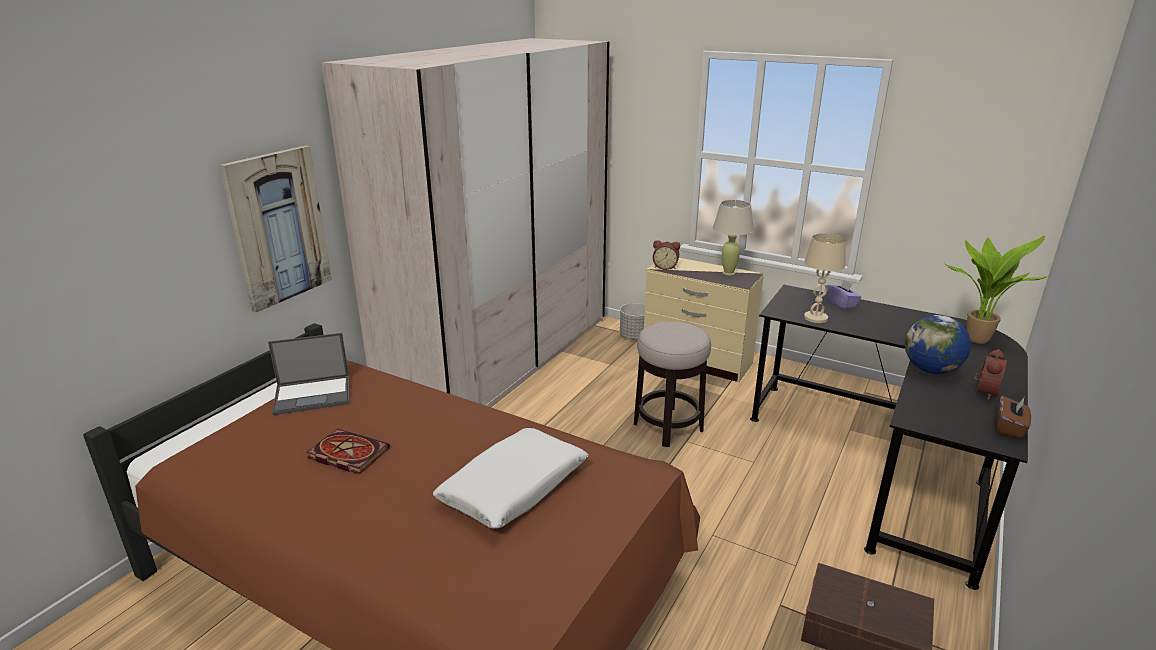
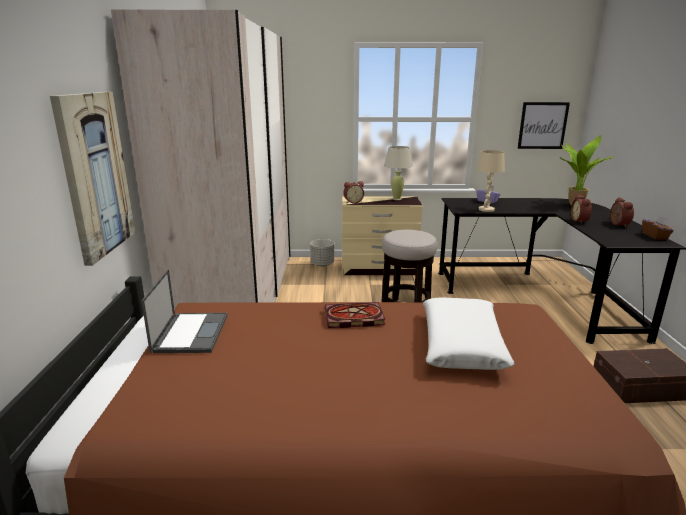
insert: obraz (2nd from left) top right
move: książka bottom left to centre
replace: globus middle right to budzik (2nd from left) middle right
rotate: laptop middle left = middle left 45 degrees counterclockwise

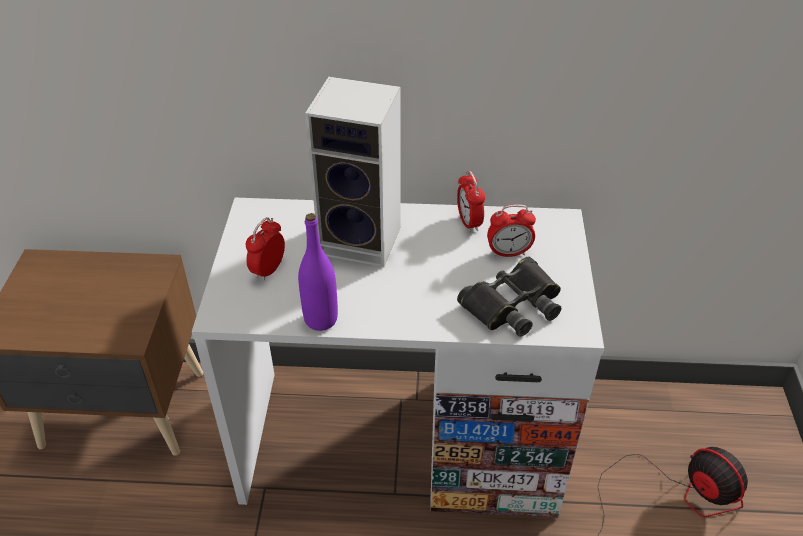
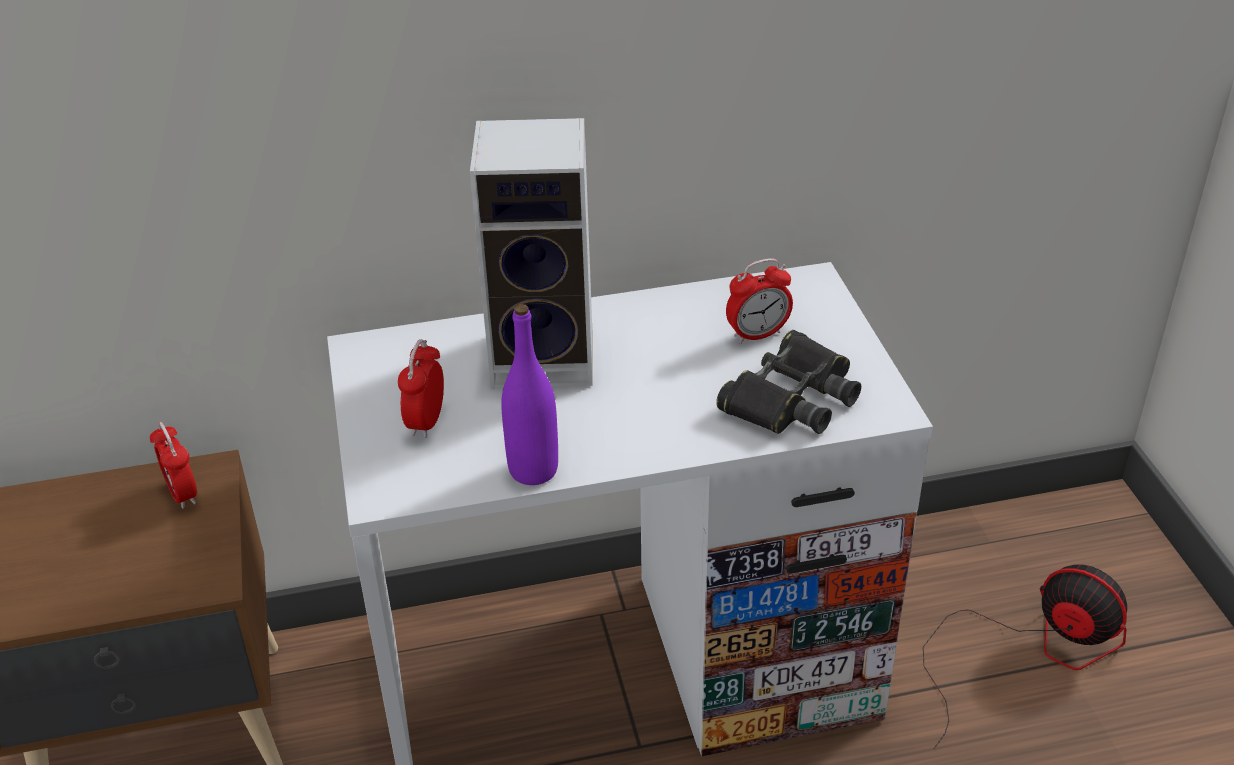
move: budzik (2nd from left in the first image) centre to budzik (1st from left) middle left

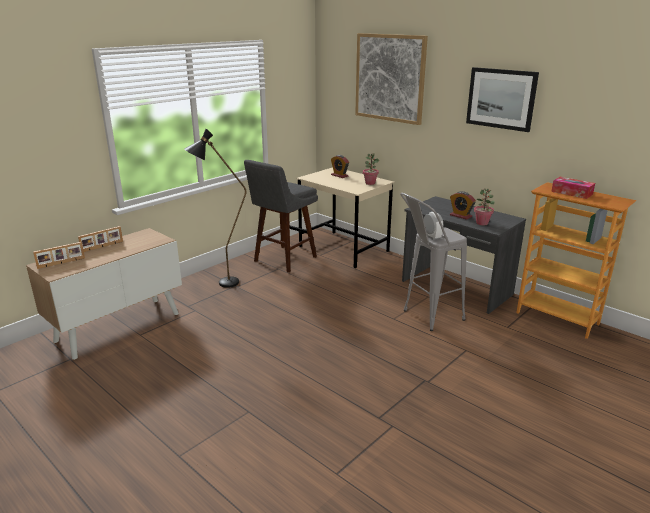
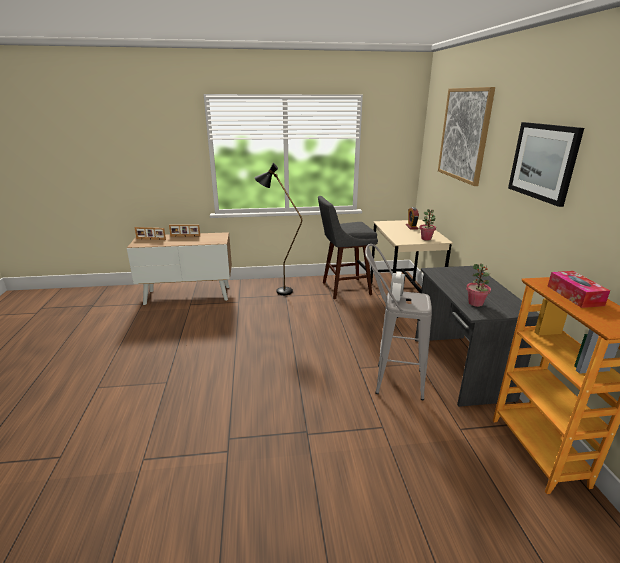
delete: budzik (3rd from left) middle right

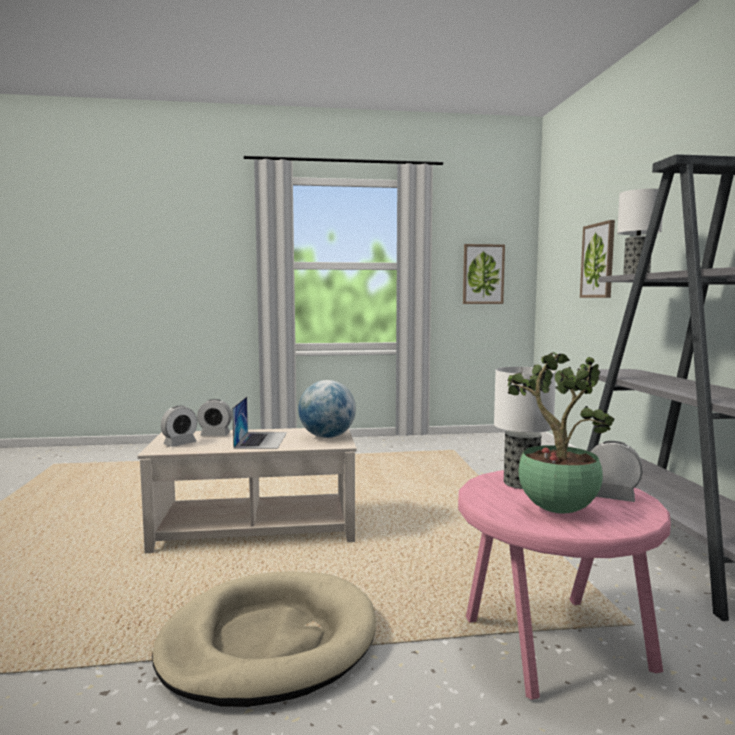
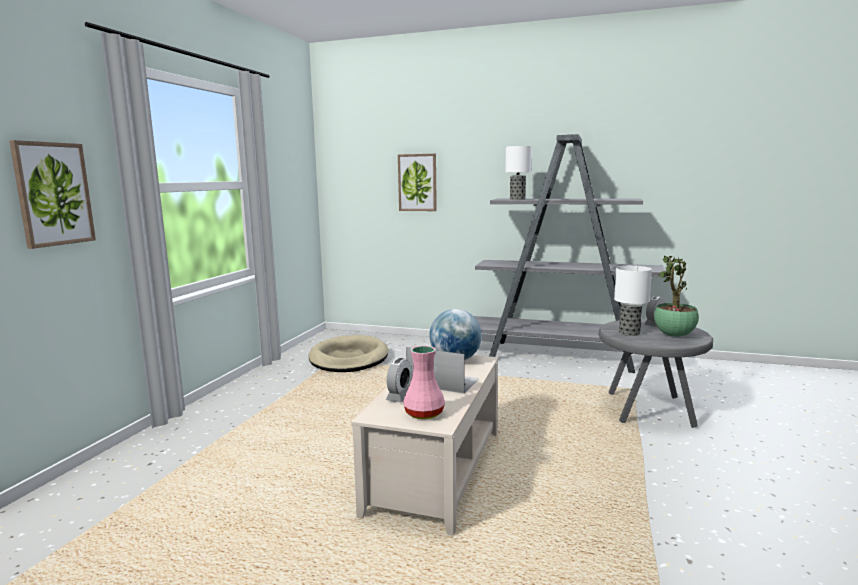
move: legowisko/beżowy bottom centre to centre; obraz (1st from left) centre to top left
replace: budzik (1st from left) middle left to wazon/różowy centre
recolor: stolik/różowy bottom right to stolik/szary middle right

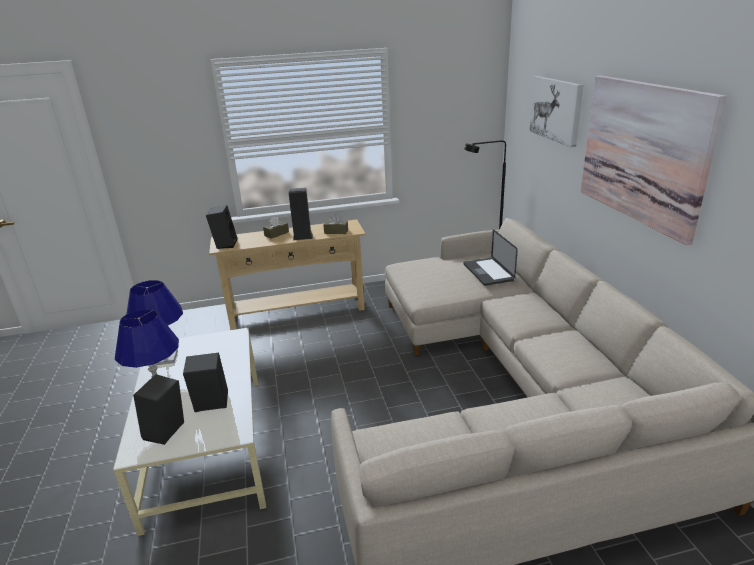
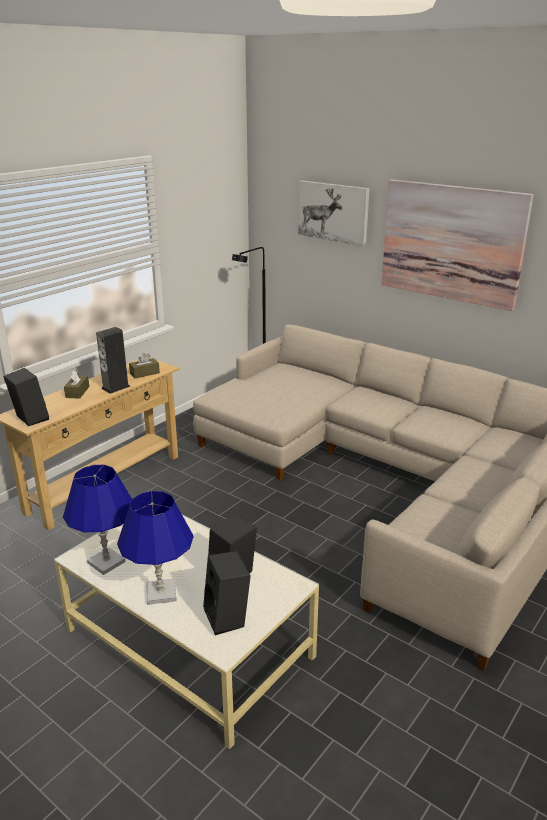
delete: laptop centre

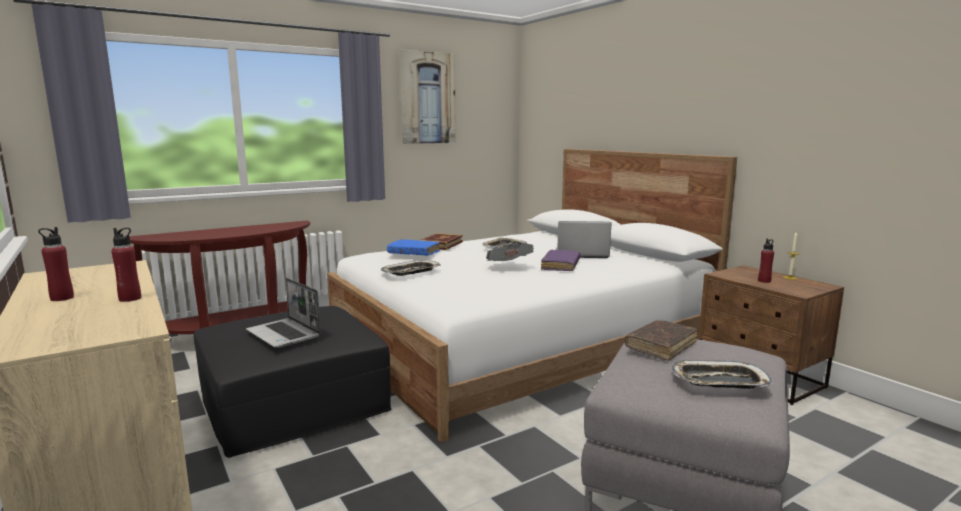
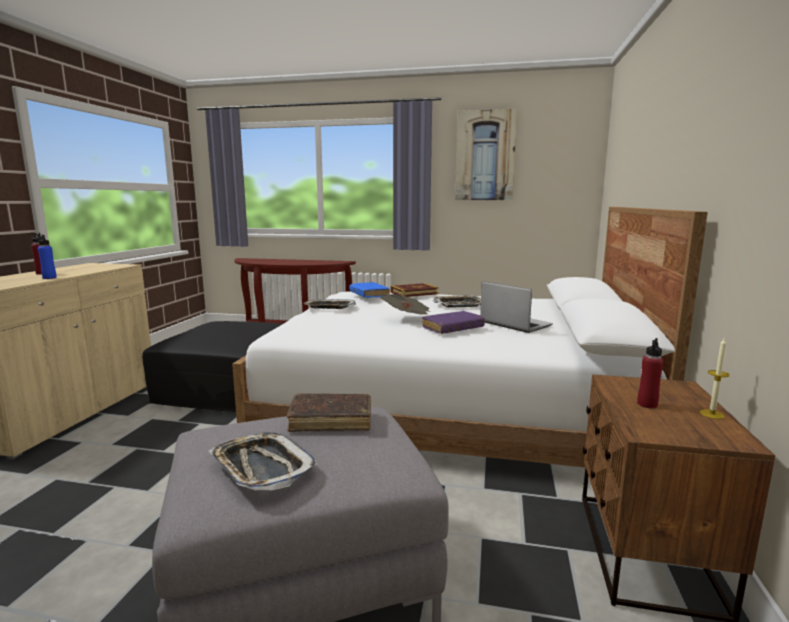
delete: laptop (1st from left) middle left
recolor: butelka/czerwony (2nd from left) middle left to butelka/niebieski middle left

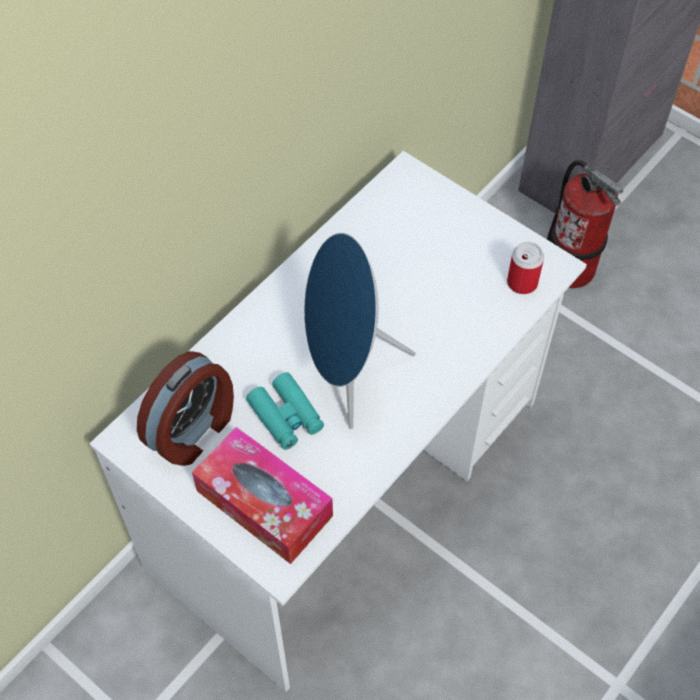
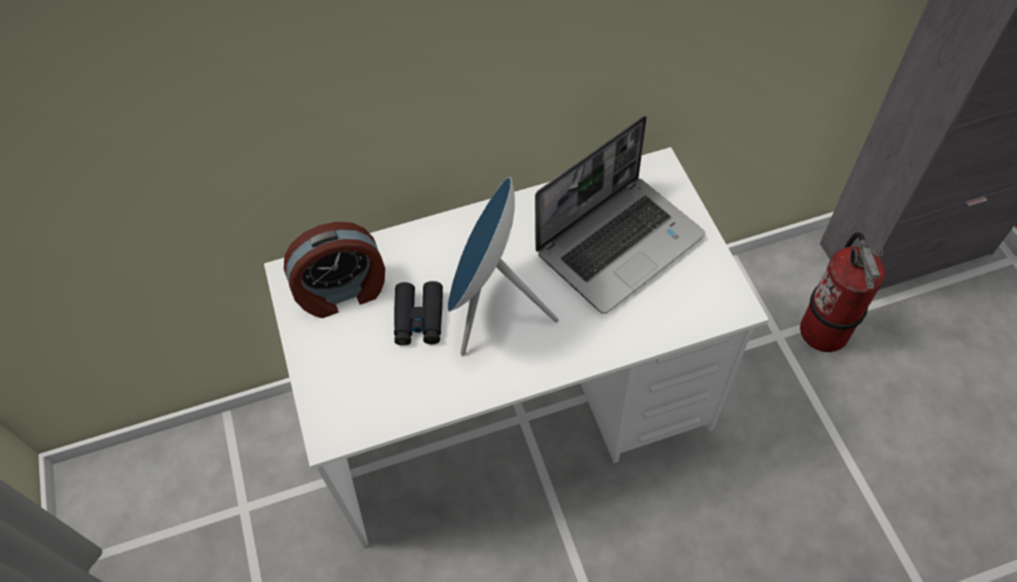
delete: pudełko chusteczek bottom centre; puszka middle right
insert: laptop centre
recolor: lornetka/turkusowy centre to lornetka/czarny centre

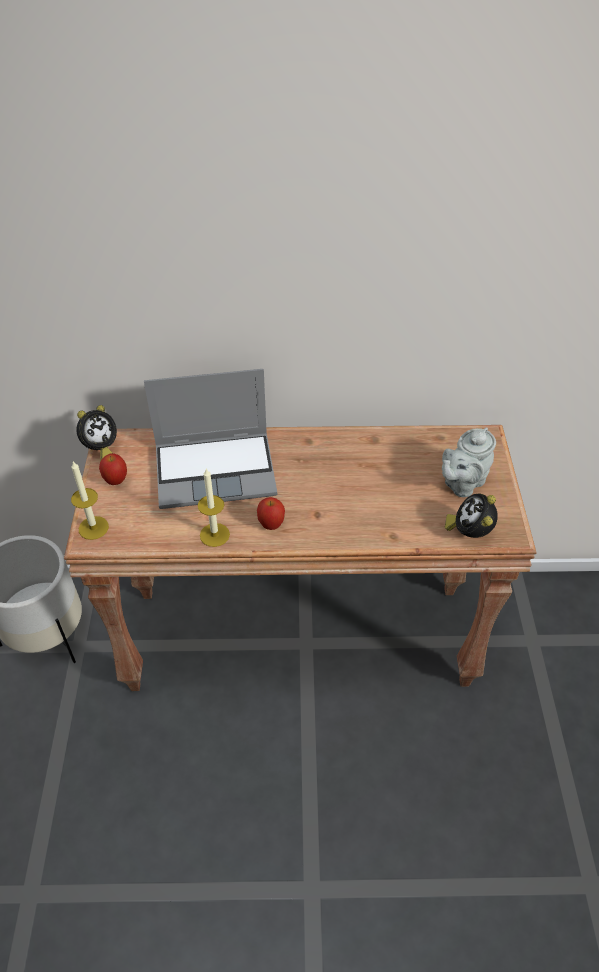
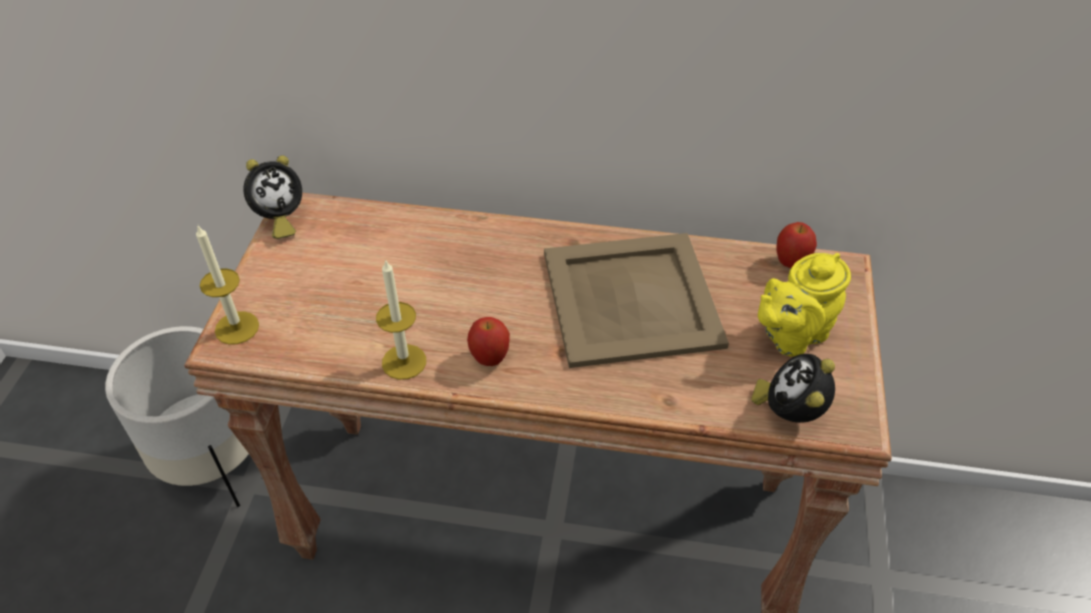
delete: laptop centre
insert: taca/beżowy centre
move: jabłko (1st from left in the first image) middle left to jabłko (2nd from left) middle right
recolor: imbryk/szary middle right to imbryk/żółty middle right

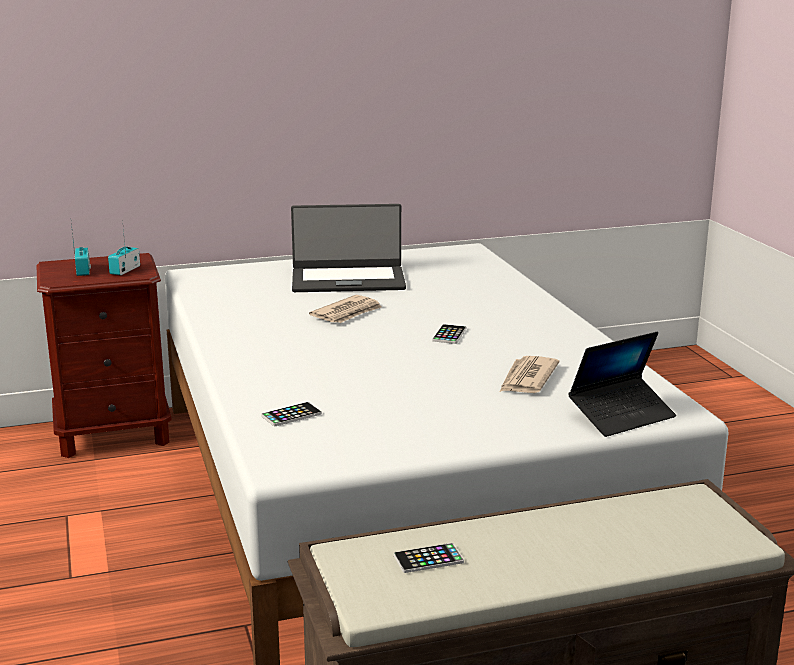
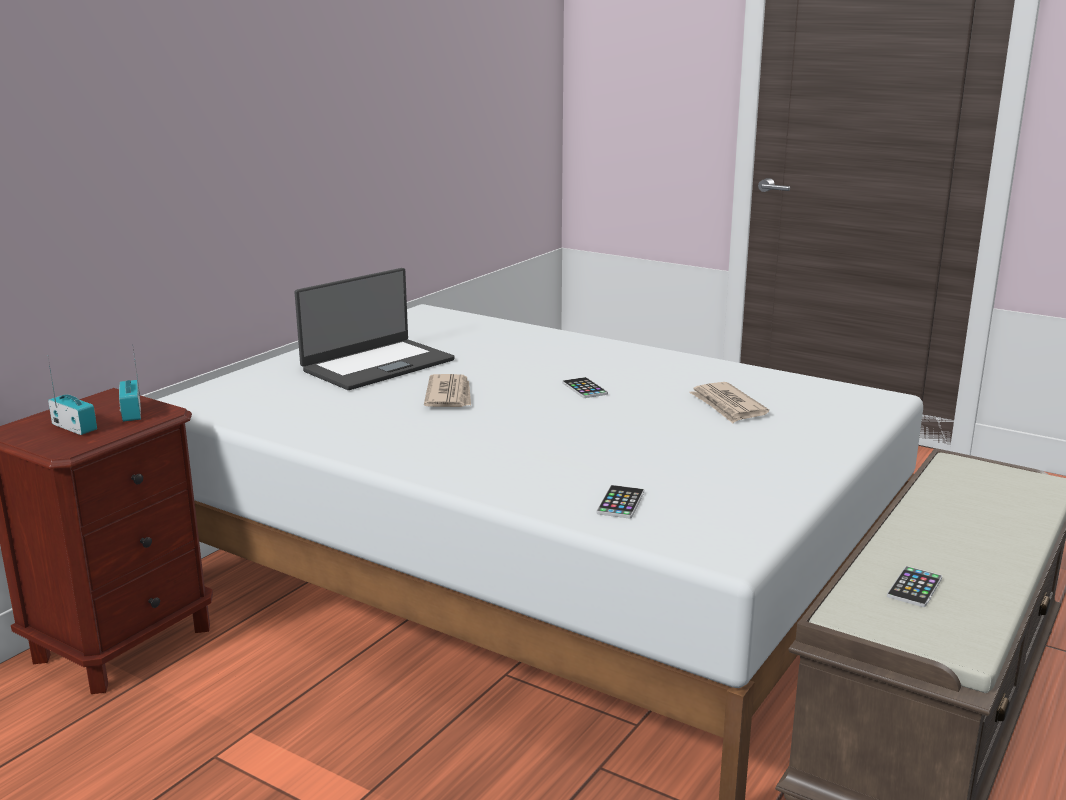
delete: laptop (2nd from left) middle right

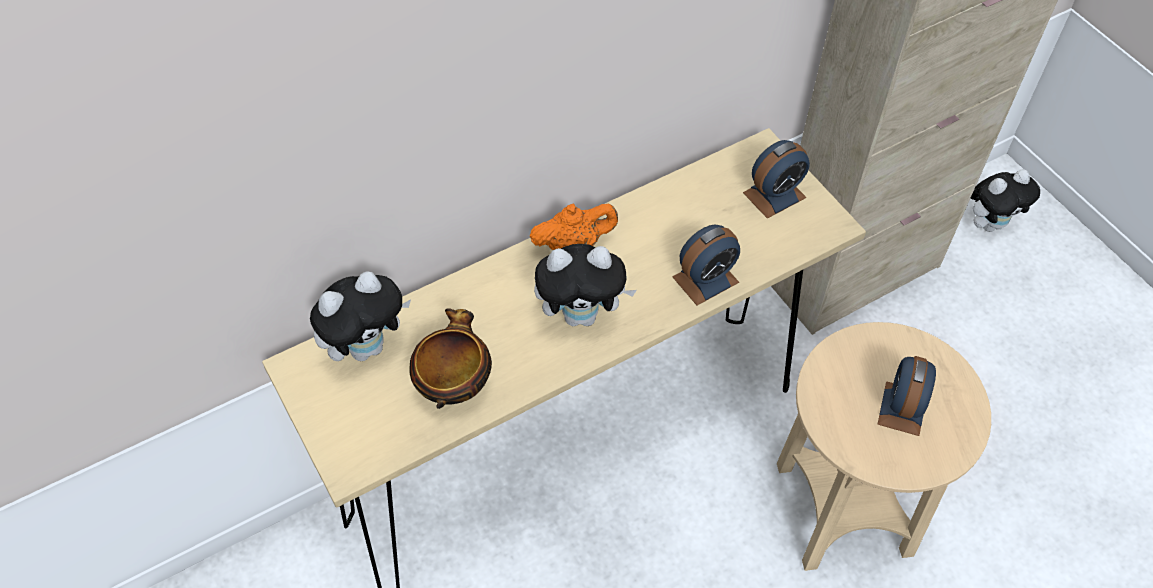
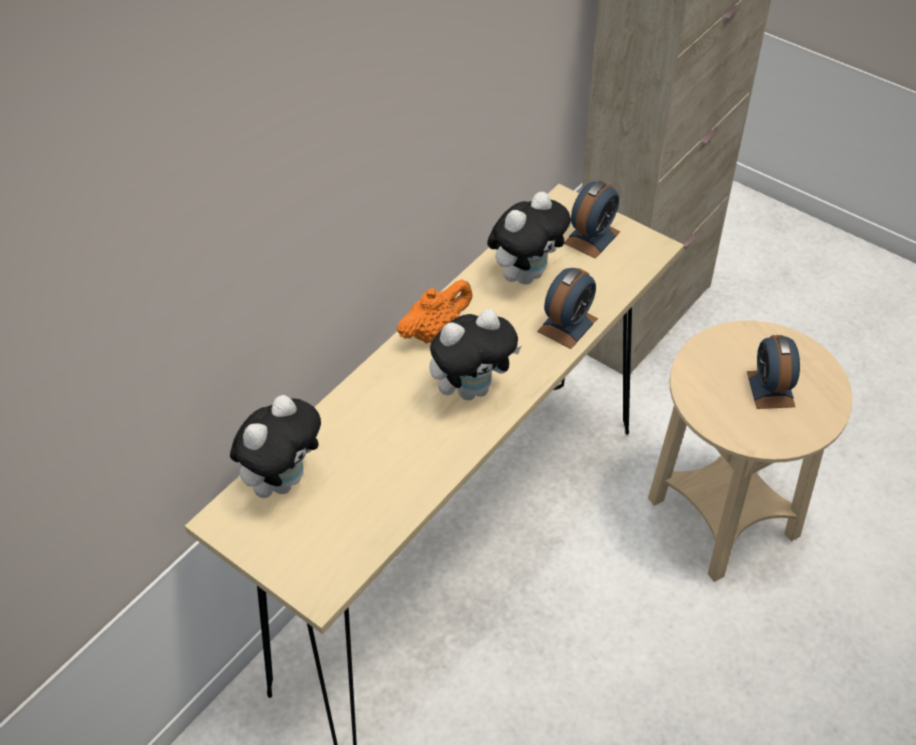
delete: miska centre
move: pluszak (3rd from left) middle right to top centre

